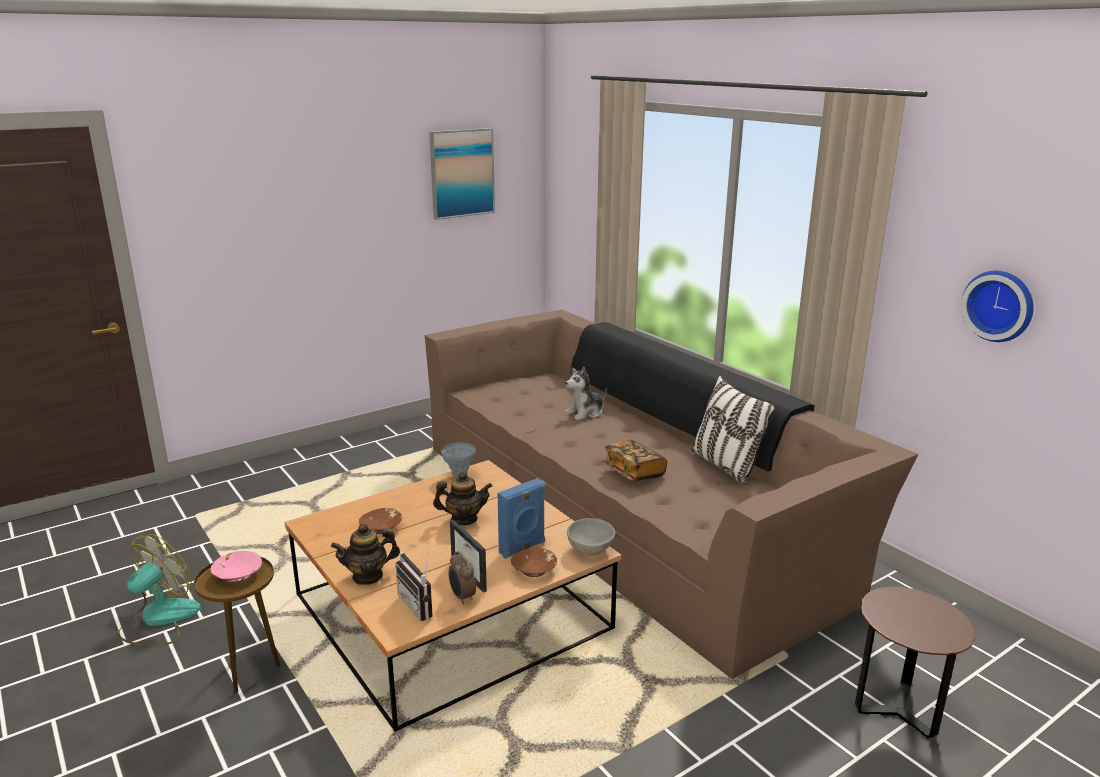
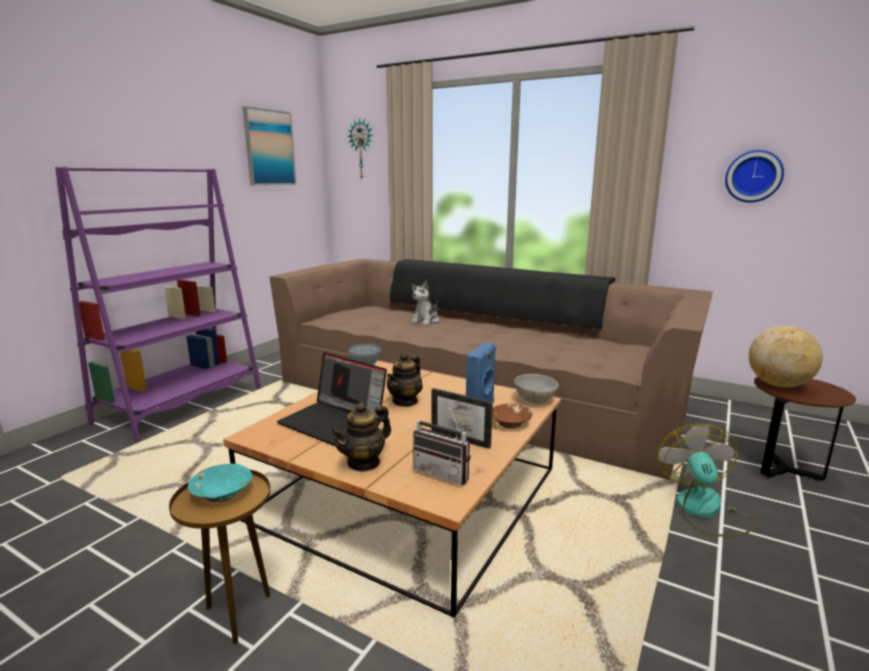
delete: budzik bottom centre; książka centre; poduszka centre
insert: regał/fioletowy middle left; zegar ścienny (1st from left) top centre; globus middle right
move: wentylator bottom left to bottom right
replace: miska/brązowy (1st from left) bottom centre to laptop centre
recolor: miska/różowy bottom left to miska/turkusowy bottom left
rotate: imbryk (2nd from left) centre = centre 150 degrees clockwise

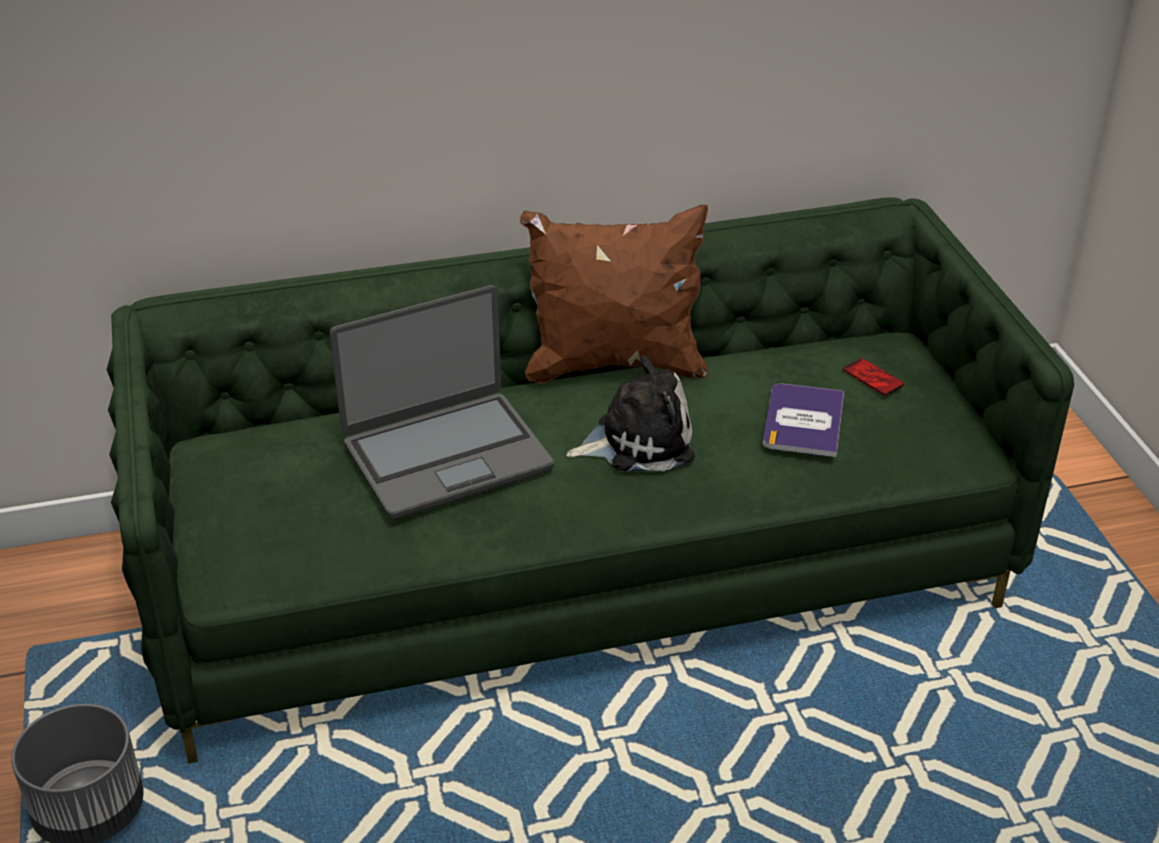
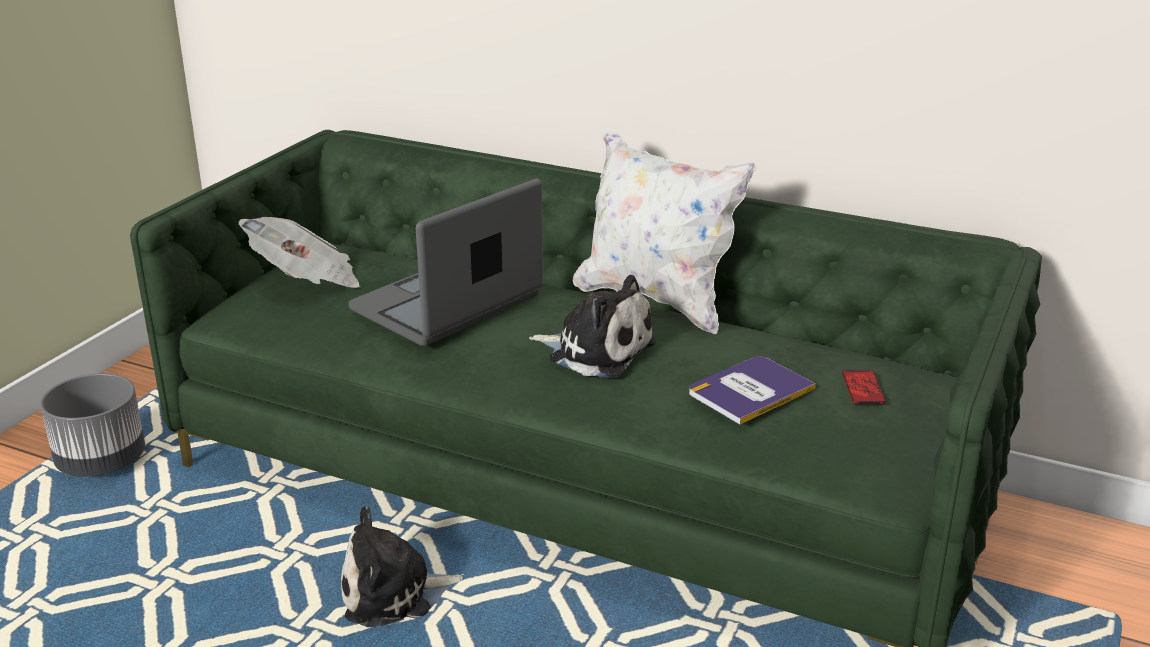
insert: gazeta middle left; pluszak (1st from left) bottom centre
recolor: poduszka/brązowy centre to poduszka/biały centre
rotate: laptop centre = centre 120 degrees clockwise

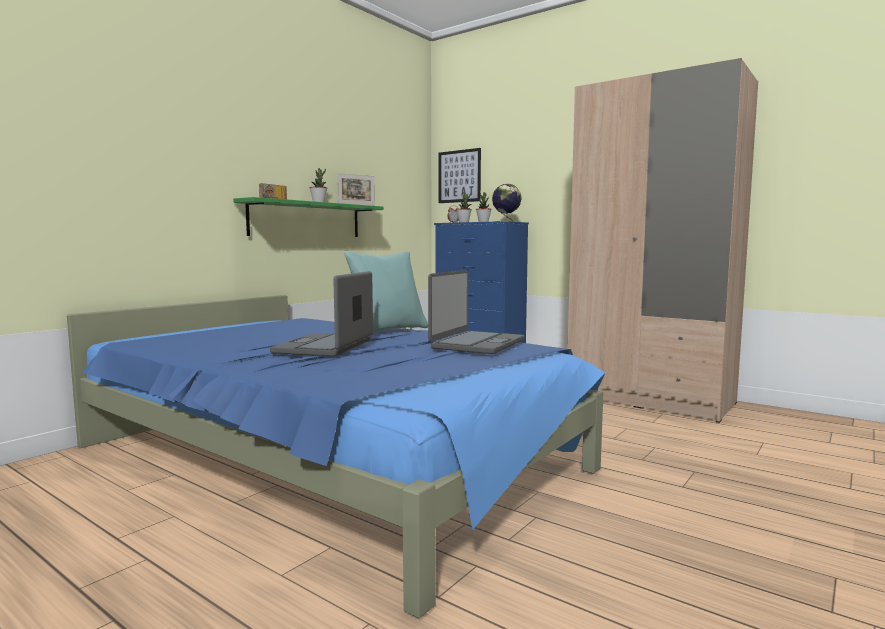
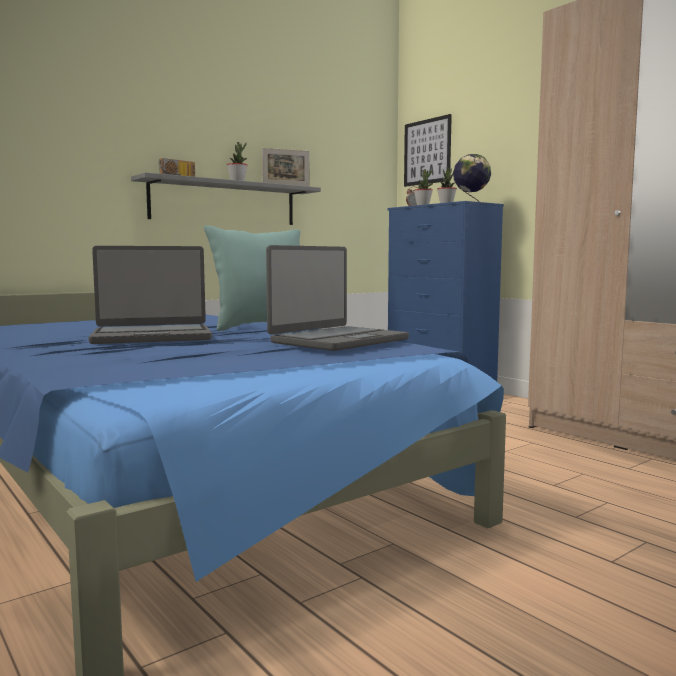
recolor: półka/zielony centre to półka/szary top centre
rotate: laptop (1st from left) centre = middle left 135 degrees counterclockwise

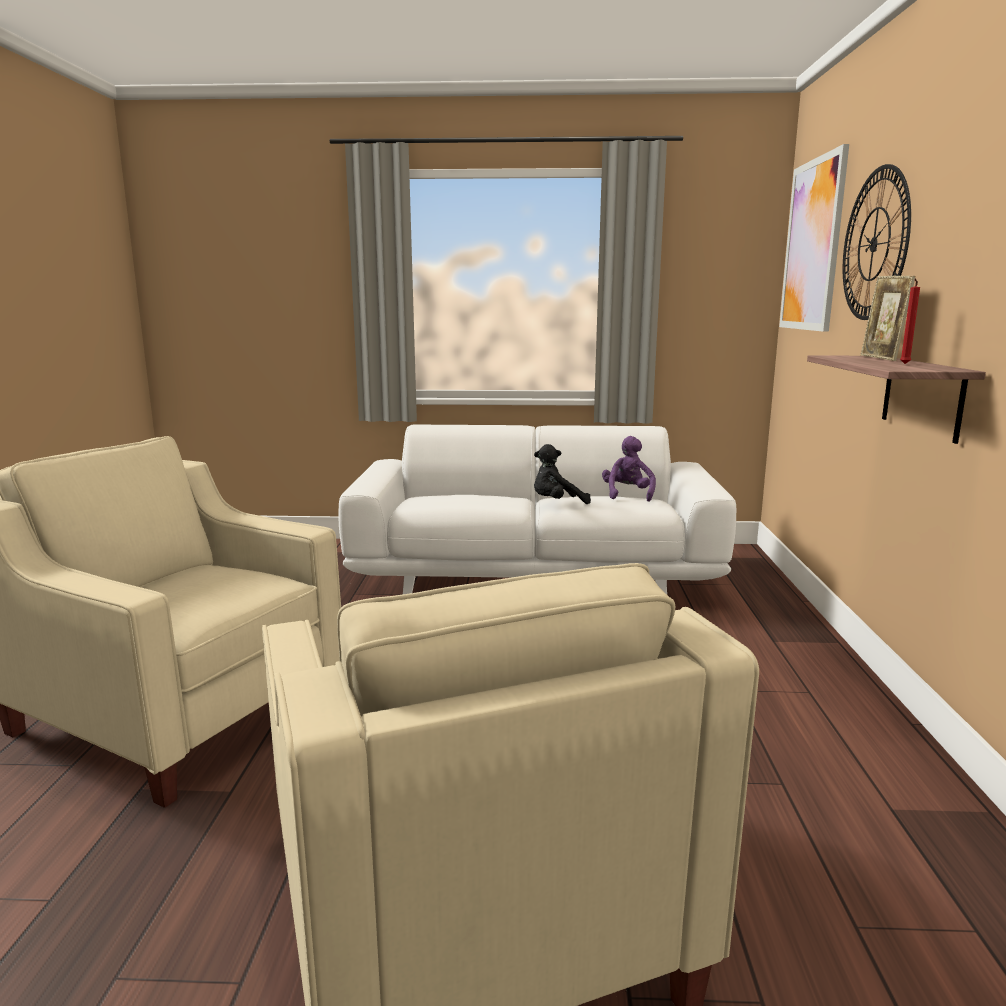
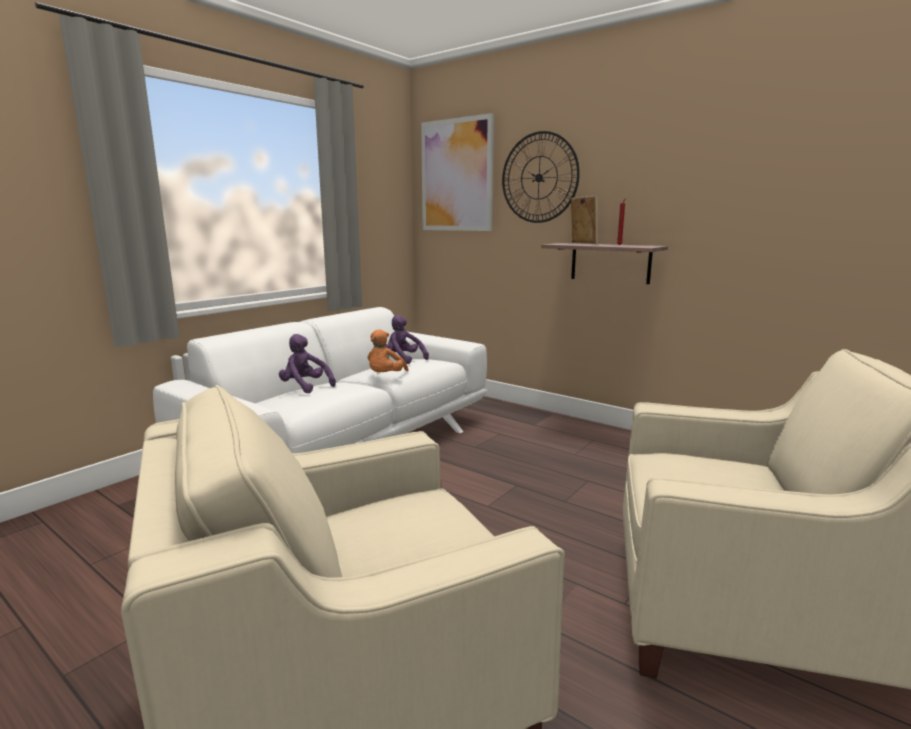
insert: pluszak/fioletowy (1st from left) centre
recolor: pluszak/czarny centre to pluszak/pomarańczowy centre
rotate: ramka na zdjęcie top right = top centre 150 degrees counterclockwise

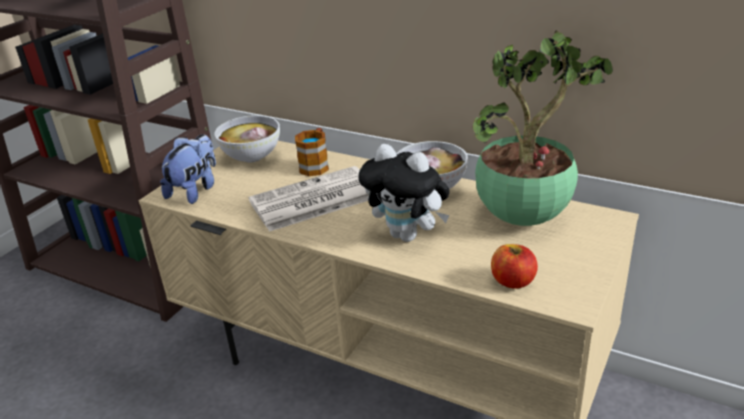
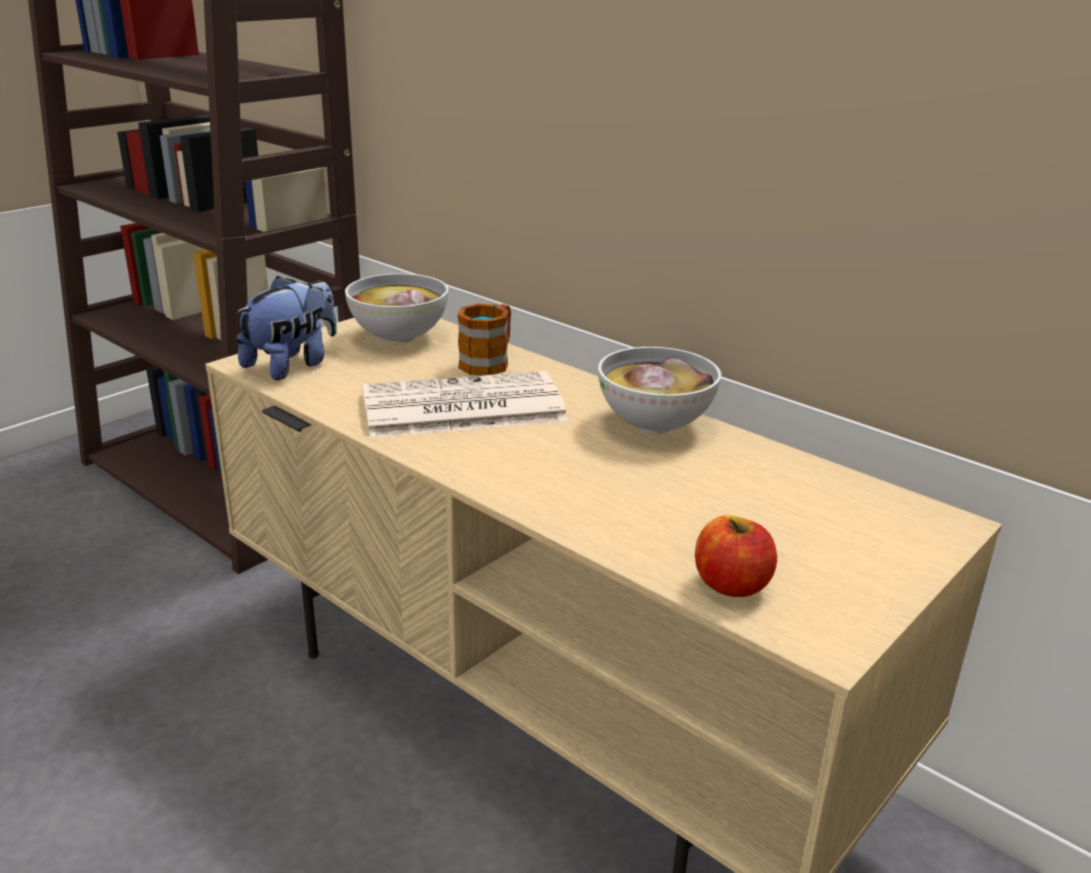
delete: pluszak (2nd from left) centre; roślina doniczkowa top right

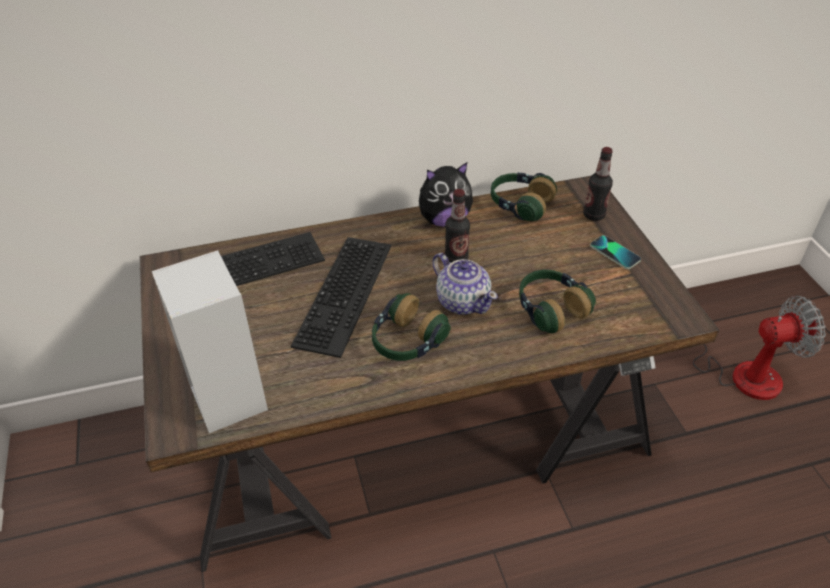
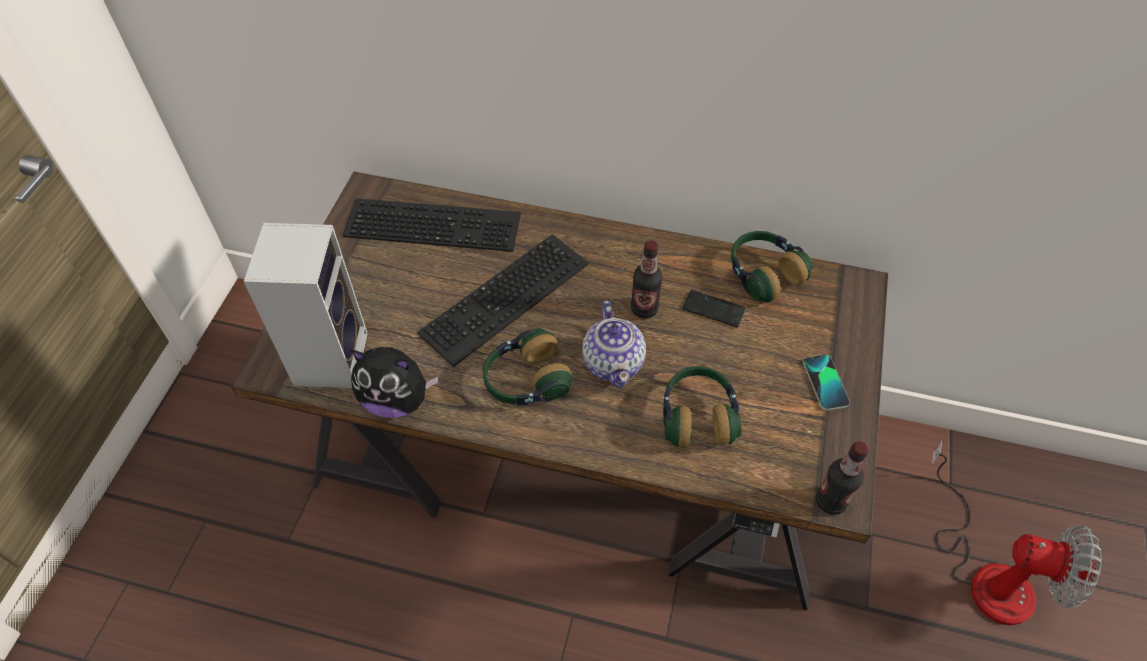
insert: telefon (1st from left) centre
move: pluszak top centre to centre; butelka (2nd from left) top right to bottom right

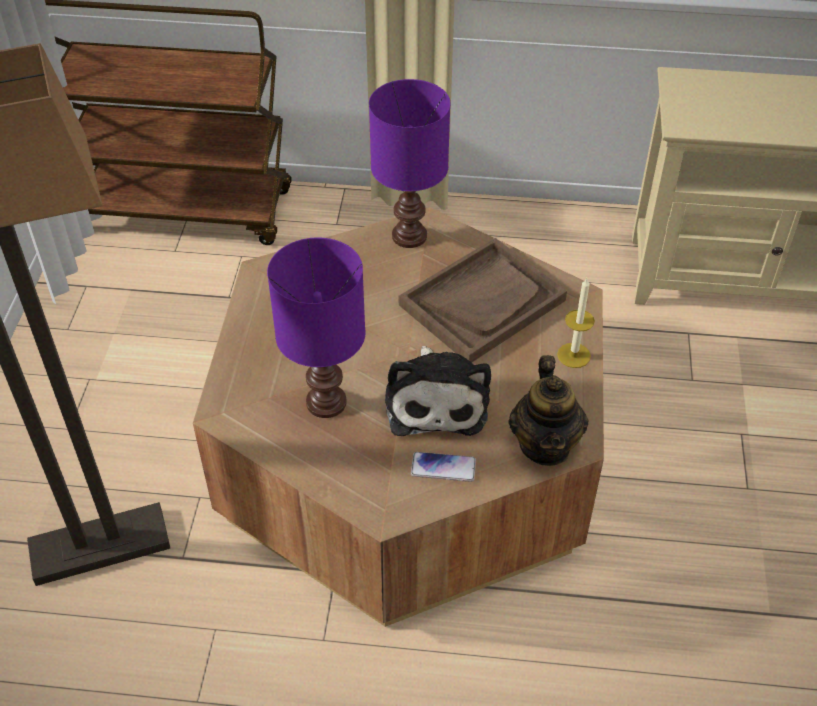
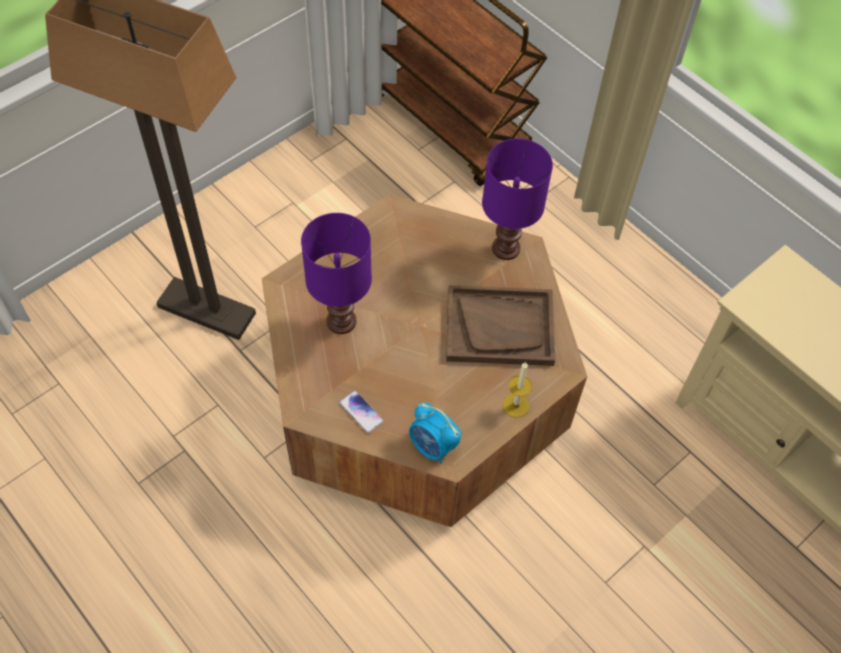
delete: pluszak centre
replace: imbryk middle right to budzik centre

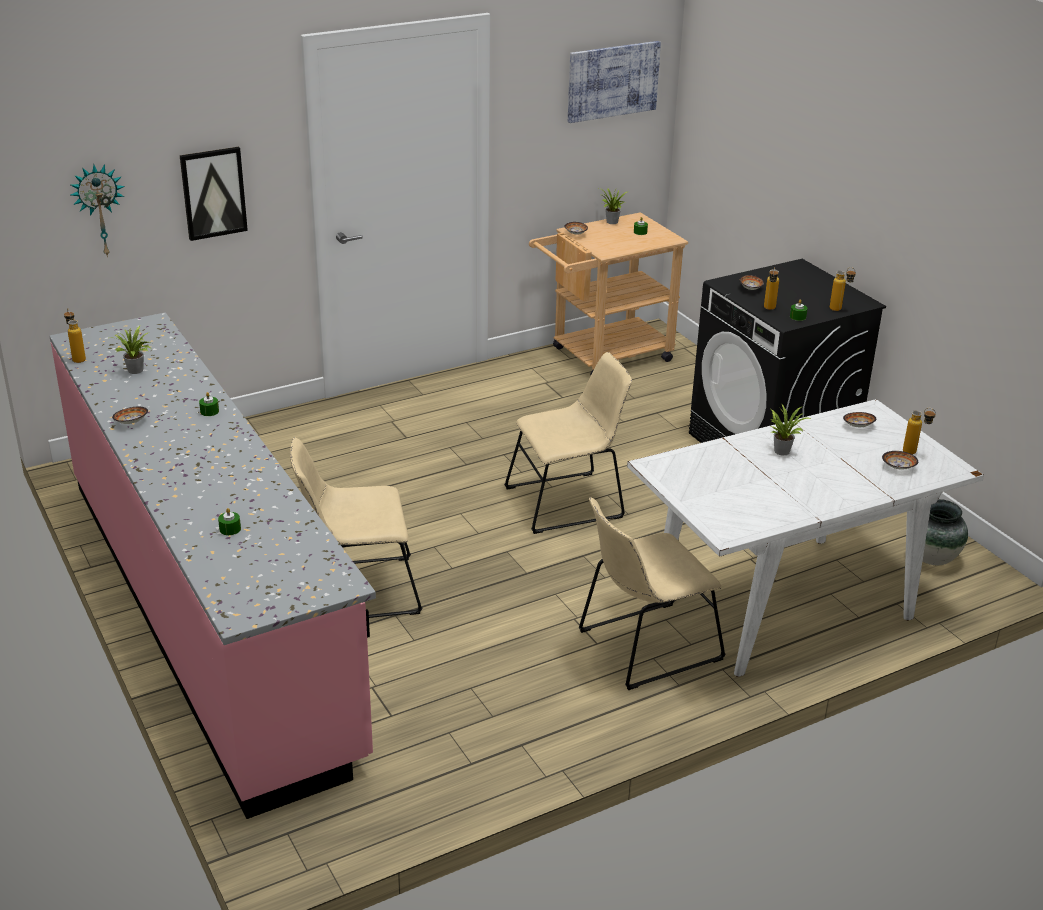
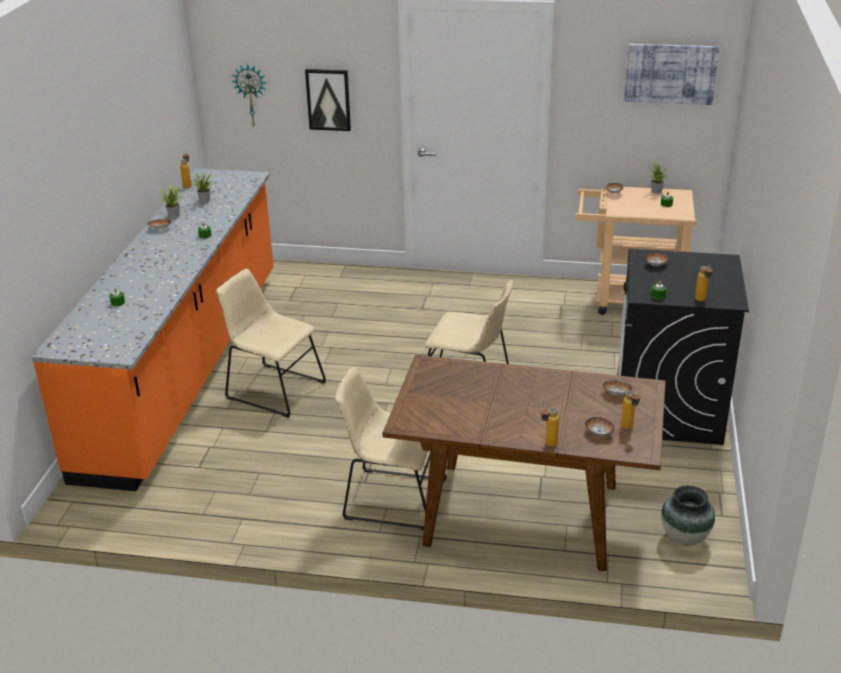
move: butelka (2nd from left) top right to centre; roślina doniczkowa (3rd from left in the first image) middle right to roślina doniczkowa (1st from left) top left
recolor: zabudowa kuchenna/różowy middle left to zabudowa kuchenna/pomarańczowy middle left; stół jadalny/biały middle right to stół jadalny/brązowy bottom centre

